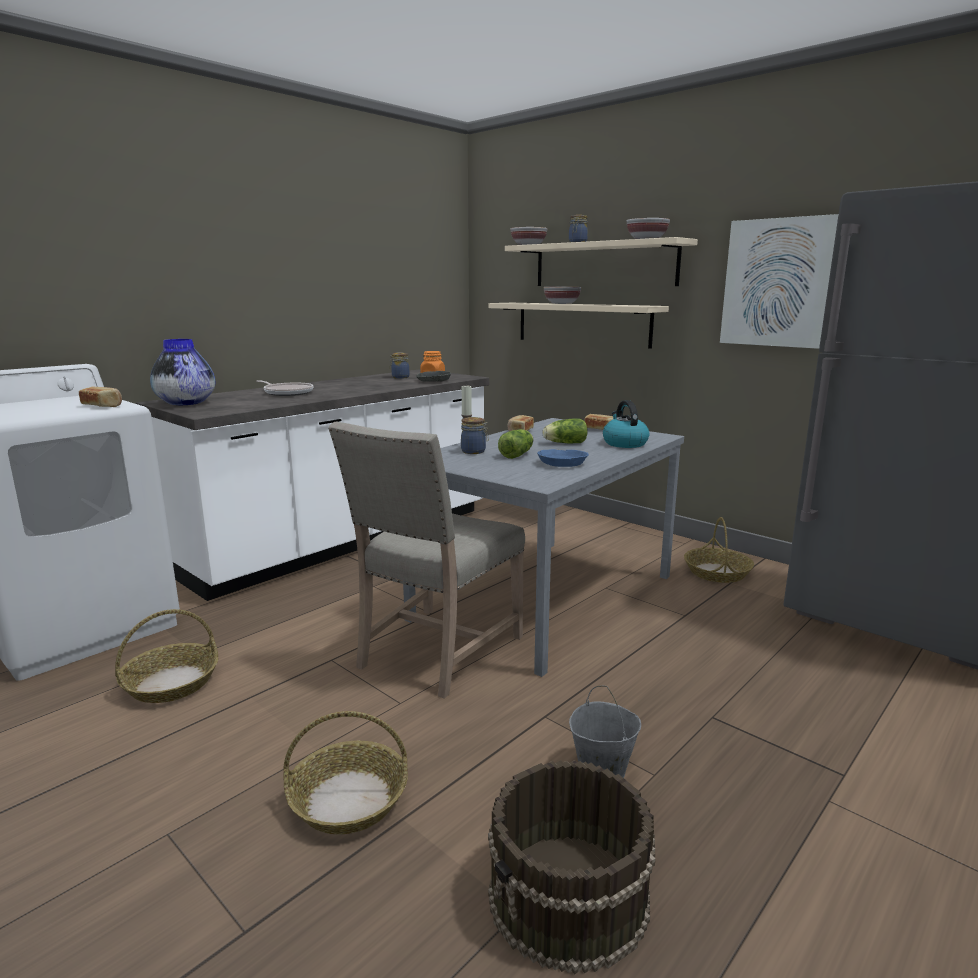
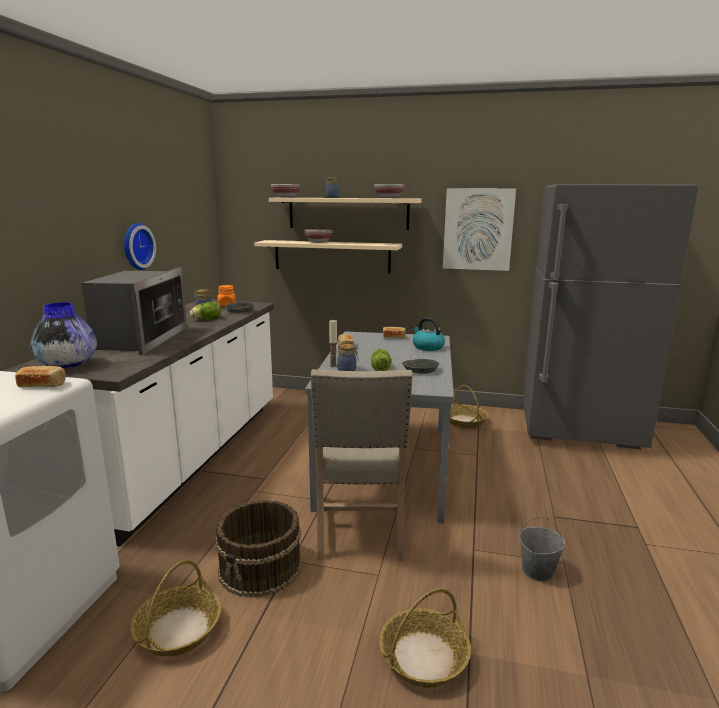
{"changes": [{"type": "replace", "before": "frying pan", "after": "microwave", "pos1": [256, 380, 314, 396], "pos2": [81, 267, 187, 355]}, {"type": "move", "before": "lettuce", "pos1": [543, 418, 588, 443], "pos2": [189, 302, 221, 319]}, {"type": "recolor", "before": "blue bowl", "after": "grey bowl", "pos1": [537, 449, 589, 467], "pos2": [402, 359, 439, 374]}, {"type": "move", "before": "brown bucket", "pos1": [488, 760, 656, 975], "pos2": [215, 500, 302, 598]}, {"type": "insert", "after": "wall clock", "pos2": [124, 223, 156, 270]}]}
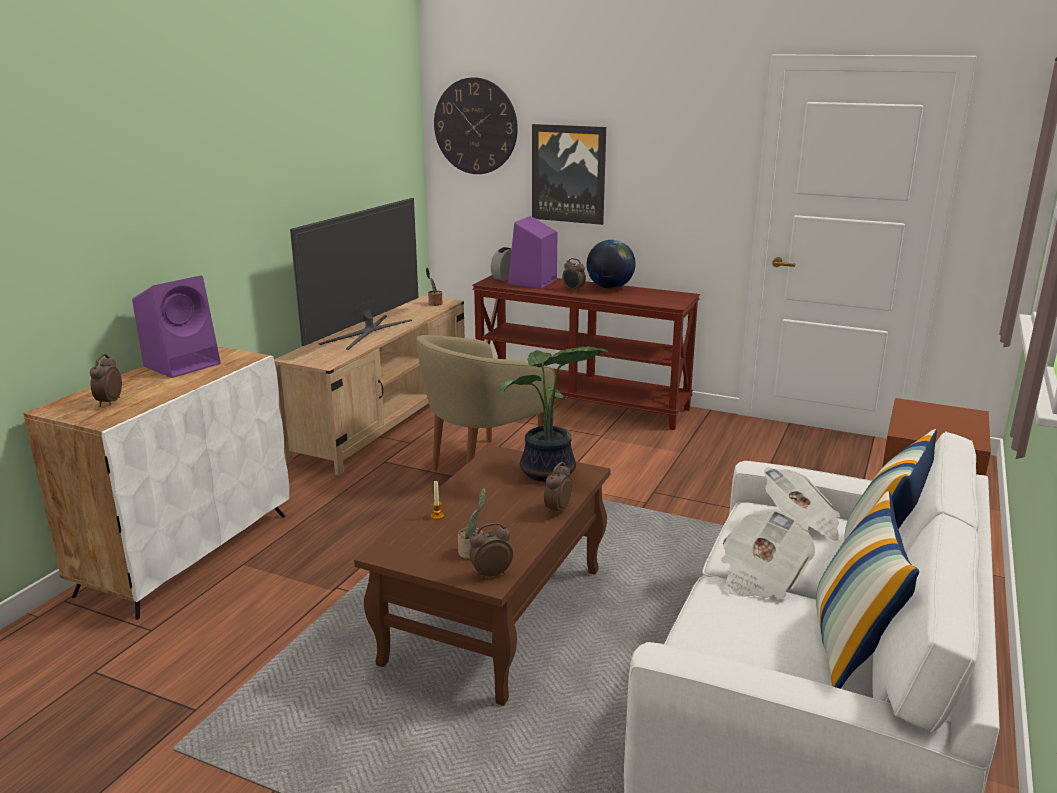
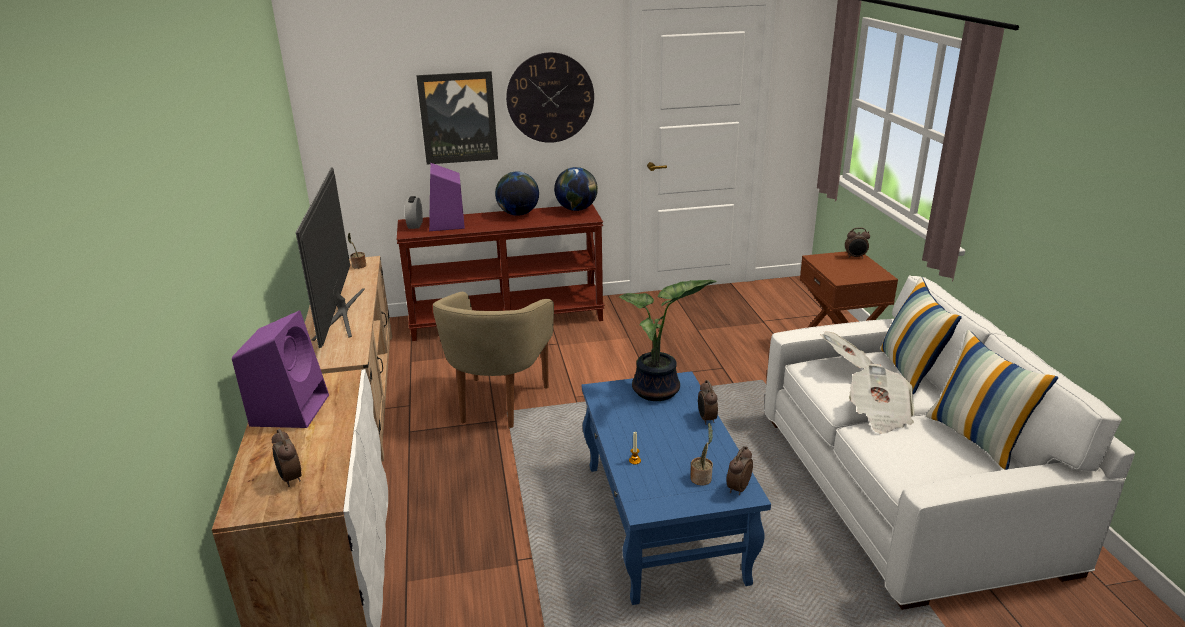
{"changes": [{"type": "move", "before": "wall clock", "pos1": [434, 77, 518, 174], "pos2": [506, 52, 594, 143]}, {"type": "move", "before": "alarm clock", "pos1": [562, 258, 586, 292], "pos2": [845, 228, 870, 258]}, {"type": "recolor", "before": "brown coffee table", "after": "blue coffee table", "pos1": [354, 445, 611, 706], "pos2": [582, 371, 771, 605]}, {"type": "insert", "after": "globe", "pos2": [554, 167, 598, 211]}]}
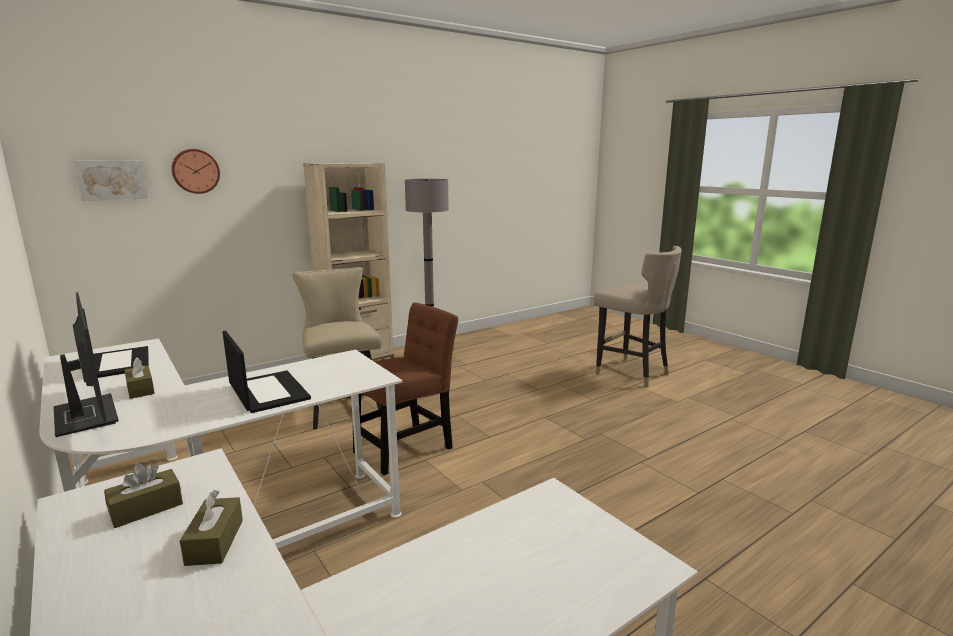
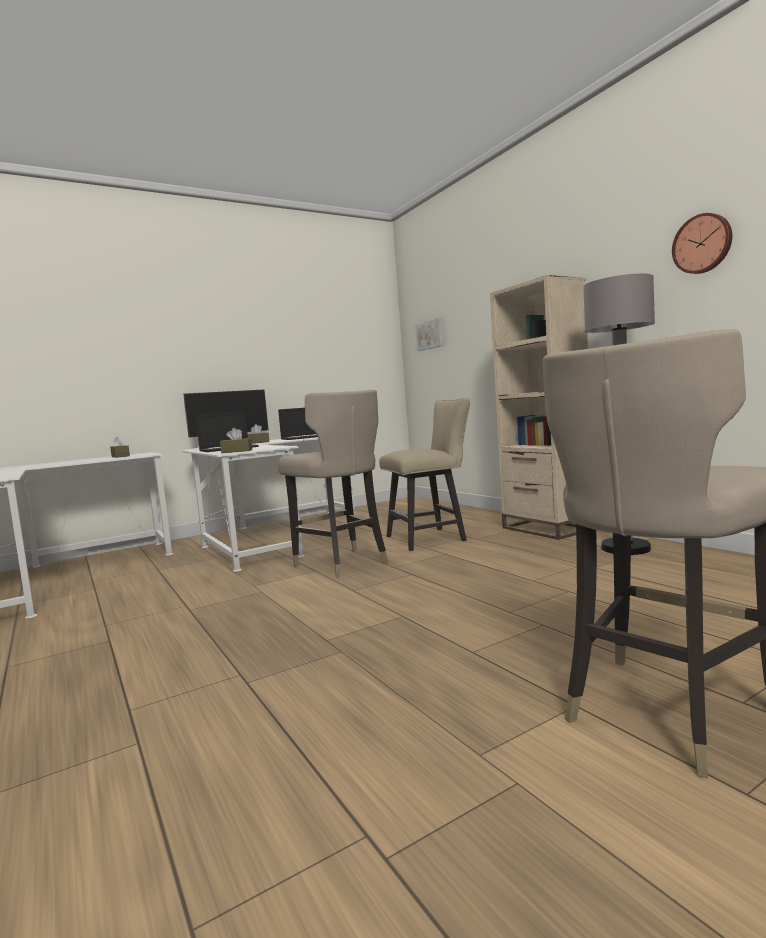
{"changes": [{"type": "move", "before": "wall clock", "pos1": [171, 149, 220, 194], "pos2": [672, 213, 732, 274]}, {"type": "replace", "before": "brown chair", "after": "beige stool", "pos1": [353, 302, 458, 475], "pos2": [278, 390, 389, 578]}, {"type": "move", "before": "brown tissue box", "pos1": [180, 490, 243, 566], "pos2": [220, 428, 252, 453]}]}
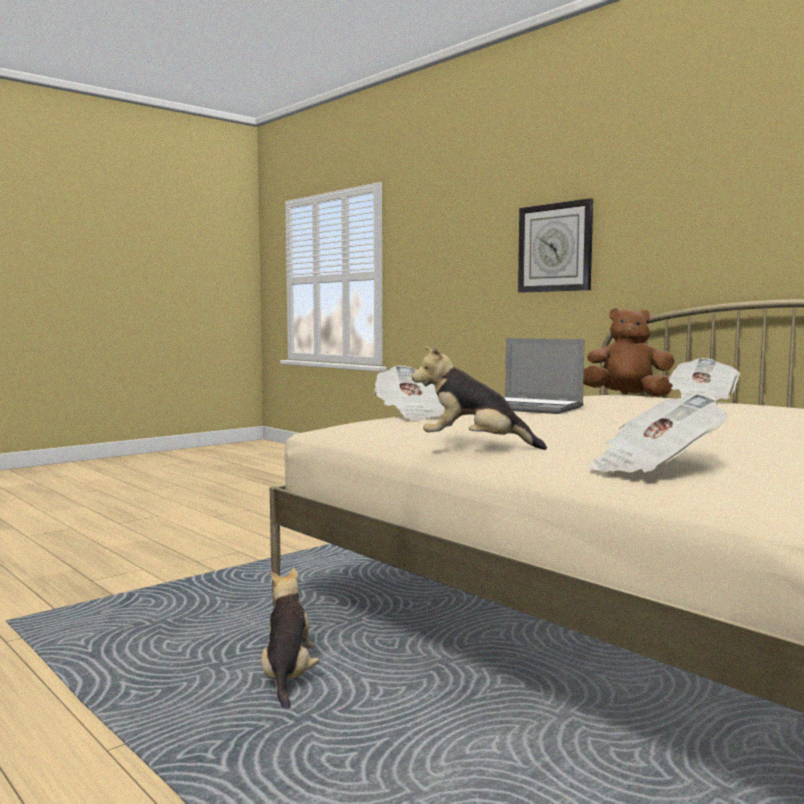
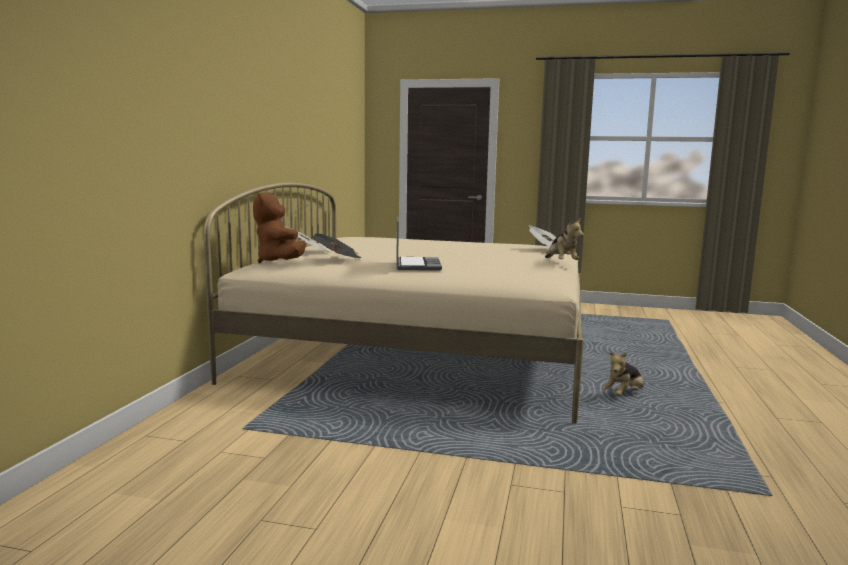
{"changes": [{"type": "delete", "before": "wall clock", "pos1": [518, 198, 593, 293]}, {"type": "move", "before": "newspaper", "pos1": [374, 366, 445, 420], "pos2": [311, 234, 362, 258]}]}
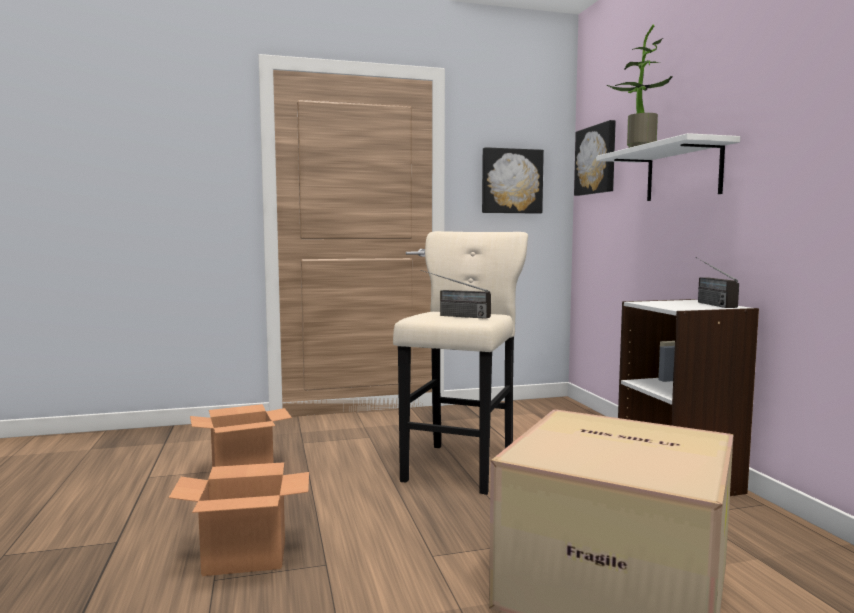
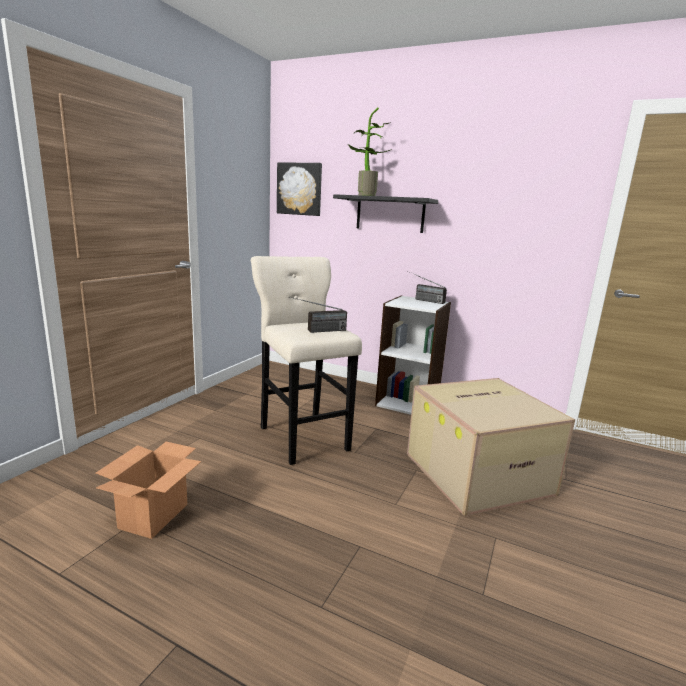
{"changes": [{"type": "recolor", "before": "white shelf", "after": "black shelf", "pos1": [596, 133, 740, 201], "pos2": [333, 194, 438, 233]}, {"type": "delete", "before": "picture", "pos1": [482, 147, 544, 214]}, {"type": "delete", "before": "cardboard box", "pos1": [169, 462, 309, 576]}]}
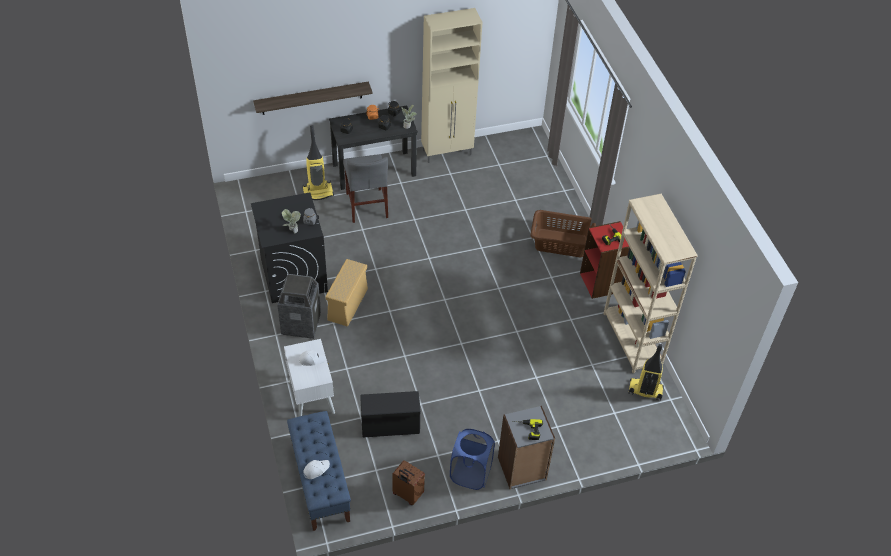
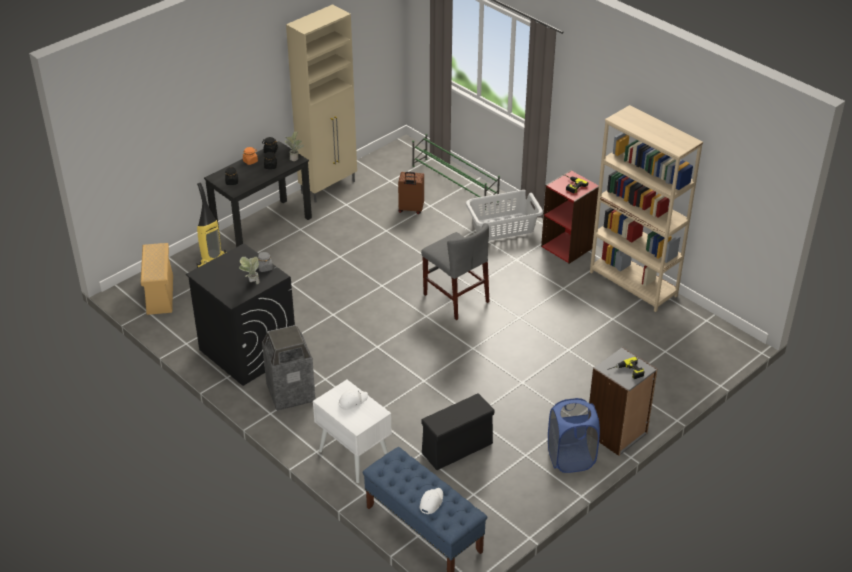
{"changes": [{"type": "delete", "before": "shelf", "pos1": [253, 81, 373, 115]}, {"type": "move", "before": "grey chair", "pos1": [343, 154, 388, 223], "pos2": [421, 223, 489, 320]}, {"type": "recolor", "before": "brown laundry basket", "after": "grey laundry basket", "pos1": [530, 210, 596, 257], "pos2": [466, 190, 543, 241]}, {"type": "move", "before": "beige storage box", "pos1": [325, 259, 368, 326], "pos2": [141, 243, 173, 315]}, {"type": "delete", "before": "vacuum cleaner", "pos1": [629, 344, 664, 401]}, {"type": "move", "before": "brown suitcase", "pos1": [392, 460, 425, 505], "pos2": [398, 172, 424, 214]}, {"type": "insert", "after": "green shoe rack", "pos2": [412, 134, 500, 210]}]}
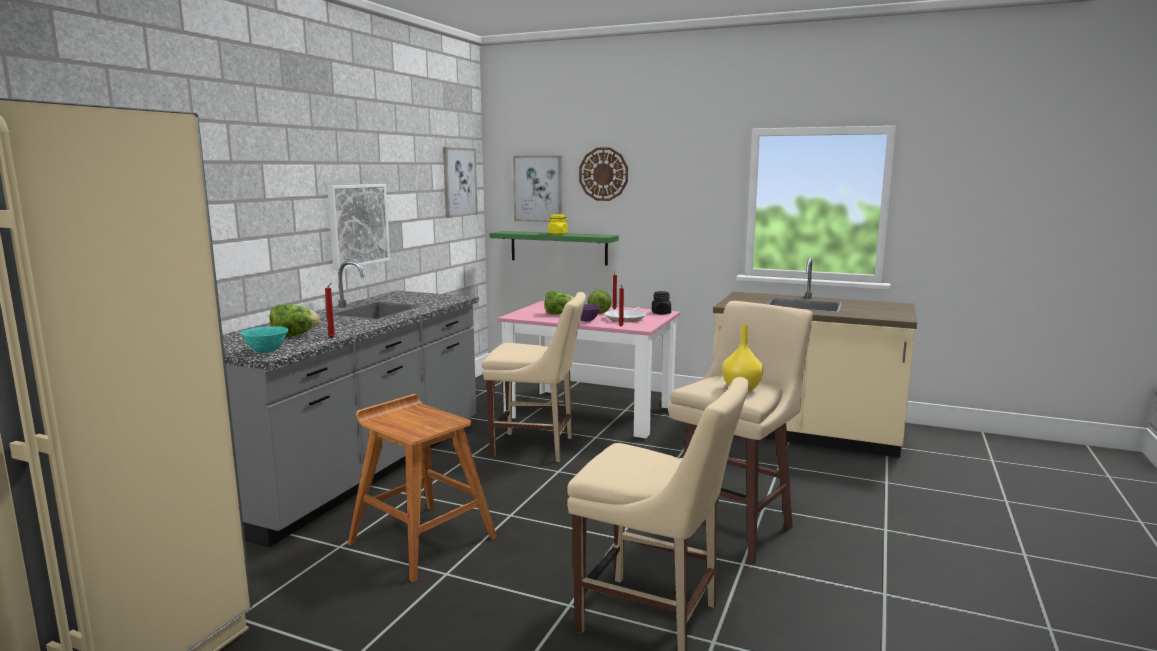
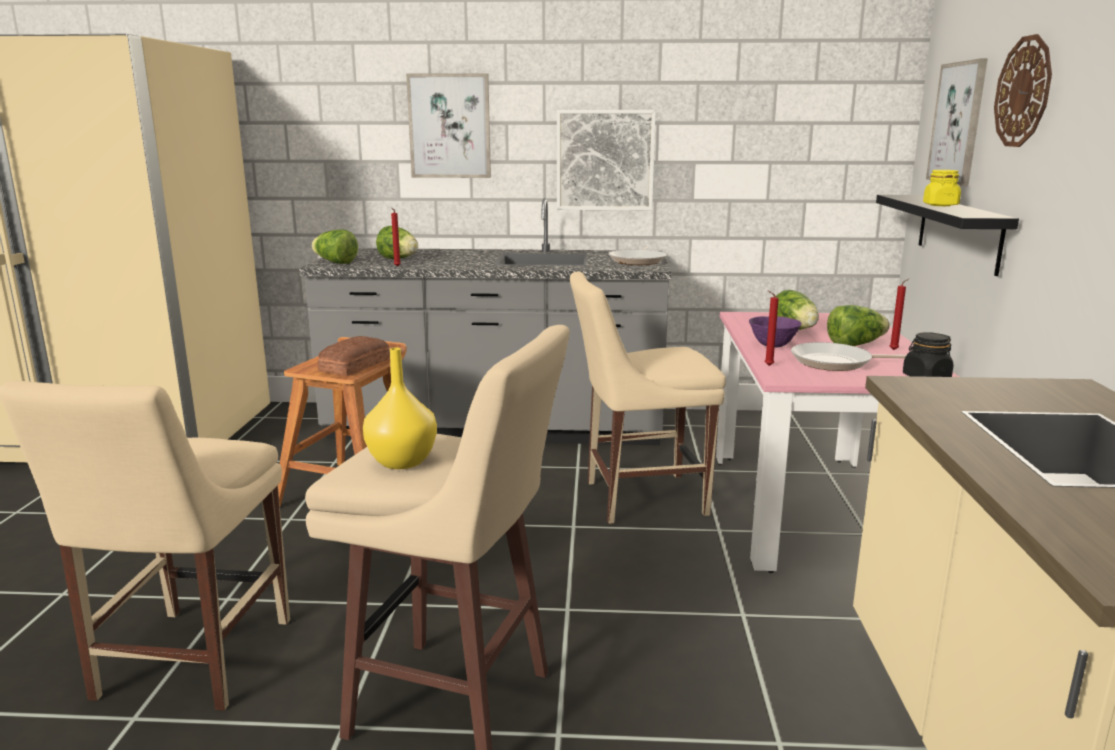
{"changes": [{"type": "move", "before": "picture", "pos1": [443, 147, 478, 218], "pos2": [406, 73, 491, 178]}, {"type": "recolor", "before": "green shelf", "after": "black shelf", "pos1": [490, 231, 619, 266], "pos2": [876, 195, 1019, 276]}, {"type": "rotate", "before": "beige chair", "pos1": [483, 292, 586, 462], "pos2": [570, 271, 726, 524], "turn": 90}, {"type": "replace", "before": "turquoise bowl", "after": "lettuce", "pos1": [241, 326, 288, 353], "pos2": [311, 229, 358, 264]}, {"type": "insert", "after": "frying pan", "pos2": [609, 246, 666, 265]}, {"type": "insert", "after": "bread", "pos2": [317, 336, 390, 376]}]}
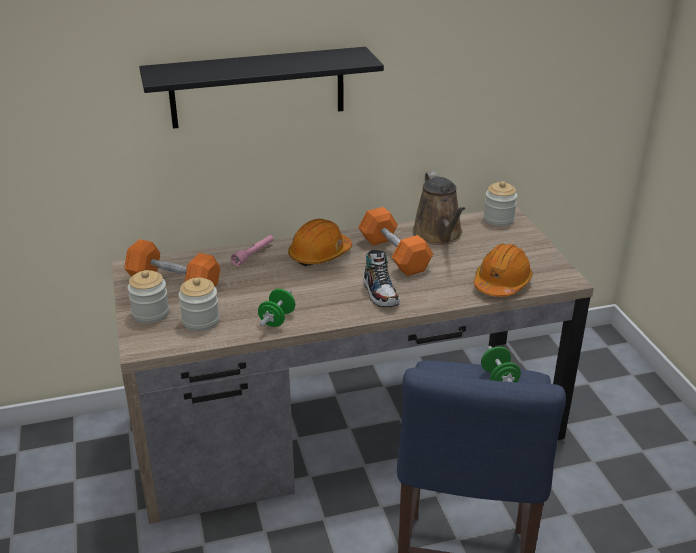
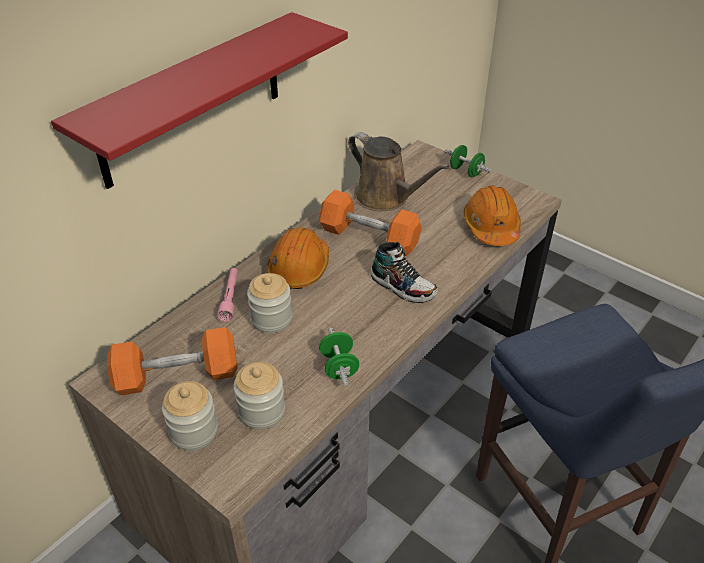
{"changes": [{"type": "recolor", "before": "black shelf", "after": "red shelf", "pos1": [139, 47, 384, 129], "pos2": [51, 12, 348, 189]}, {"type": "move", "before": "jar", "pos1": [483, 181, 517, 226], "pos2": [247, 273, 292, 333]}, {"type": "move", "before": "green dumbbell", "pos1": [481, 346, 521, 382], "pos2": [445, 145, 492, 177]}]}
